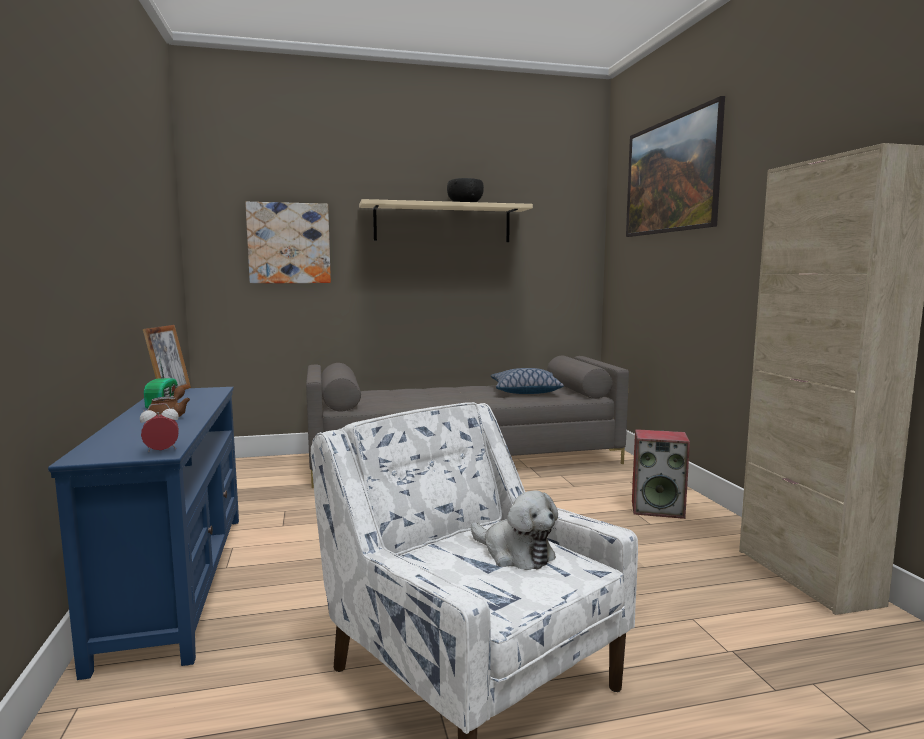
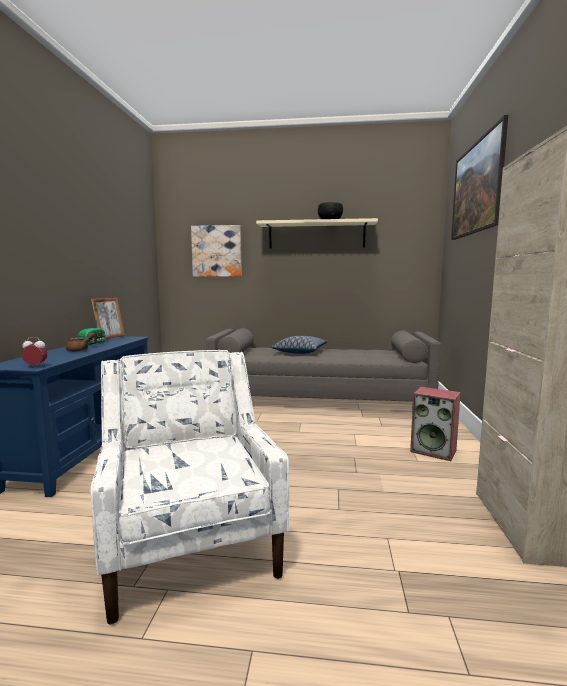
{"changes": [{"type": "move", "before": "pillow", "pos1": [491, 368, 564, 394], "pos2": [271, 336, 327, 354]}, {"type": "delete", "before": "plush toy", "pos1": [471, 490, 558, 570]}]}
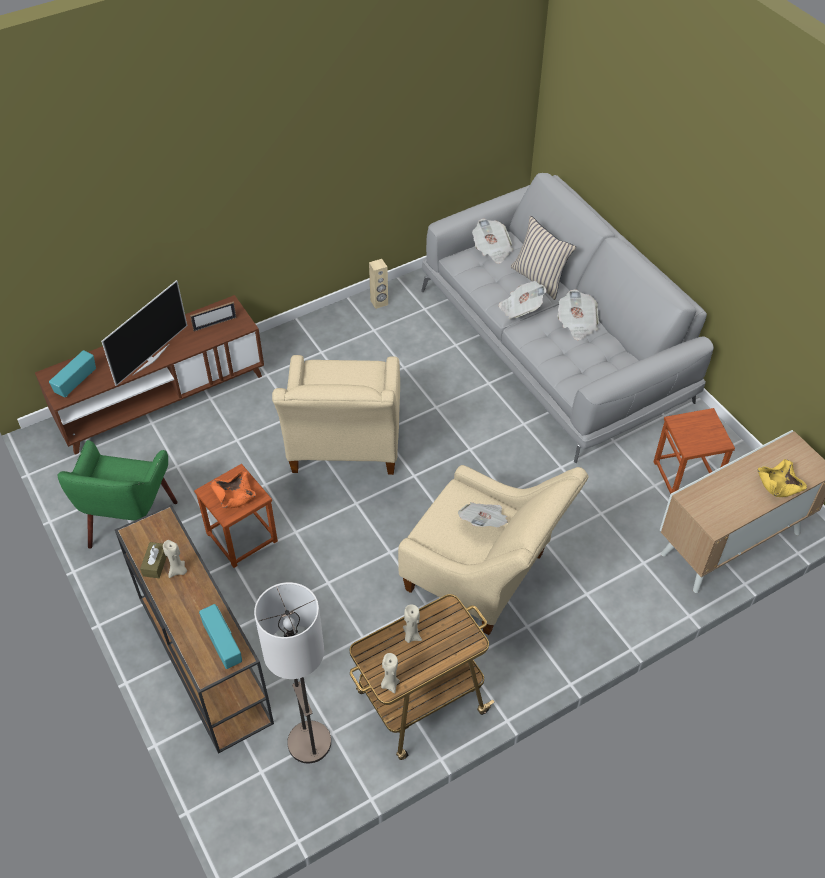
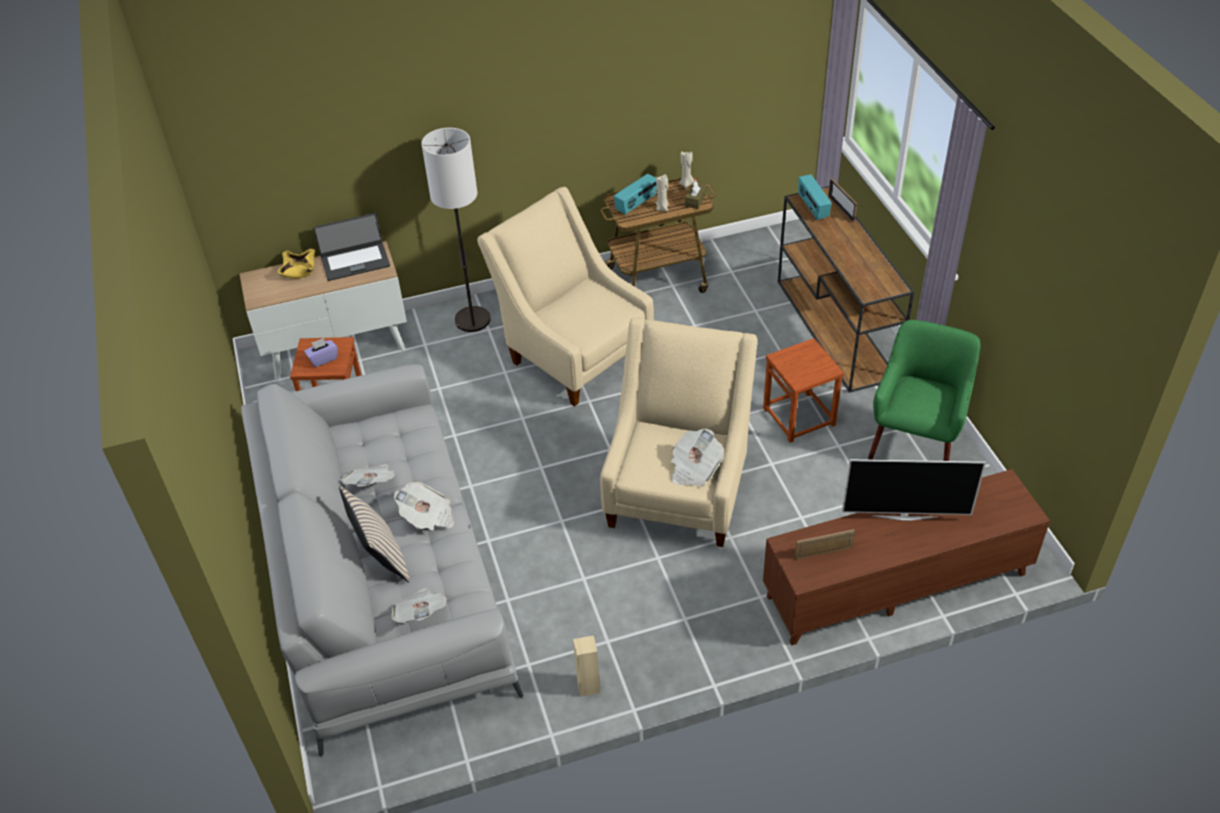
{"changes": [{"type": "rotate", "before": "television", "pos1": [101, 280, 187, 386], "pos2": [842, 459, 986, 521], "turn": -135}, {"type": "move", "before": "radio", "pos1": [49, 350, 96, 397], "pos2": [614, 174, 657, 215]}, {"type": "delete", "before": "orange bowl", "pos1": [210, 471, 256, 508]}, {"type": "move", "before": "newspaper", "pos1": [458, 502, 508, 527], "pos2": [671, 429, 724, 487]}, {"type": "delete", "before": "beige candle", "pos1": [163, 540, 187, 578]}, {"type": "move", "before": "brown tissue box", "pos1": [140, 542, 167, 578], "pos2": [685, 181, 707, 209]}, {"type": "move", "before": "floor lamp", "pos1": [254, 582, 331, 763], "pos2": [421, 128, 491, 332]}, {"type": "insert", "after": "picture frame", "pos2": [828, 178, 857, 222]}, {"type": "insert", "after": "laptop", "pos2": [313, 213, 390, 281]}, {"type": "insert", "after": "purple tissue box", "pos2": [304, 338, 338, 367]}]}
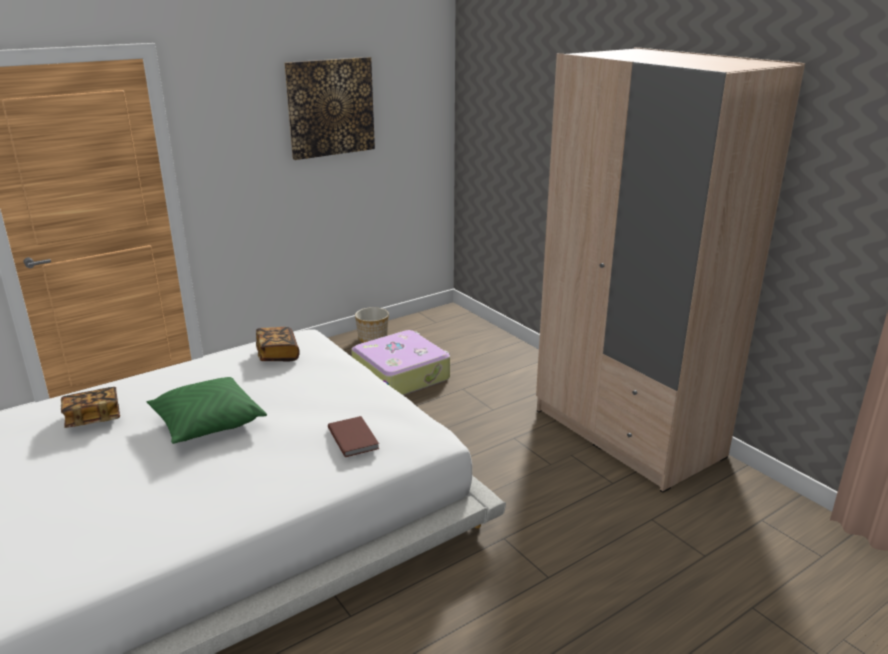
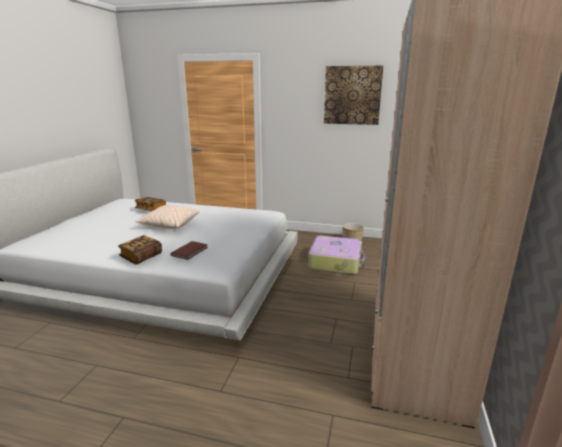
{"changes": [{"type": "move", "before": "book", "pos1": [256, 327, 300, 362], "pos2": [118, 235, 162, 265]}, {"type": "recolor", "before": "green pillow", "after": "beige pillow", "pos1": [146, 377, 267, 444], "pos2": [135, 205, 199, 229]}]}
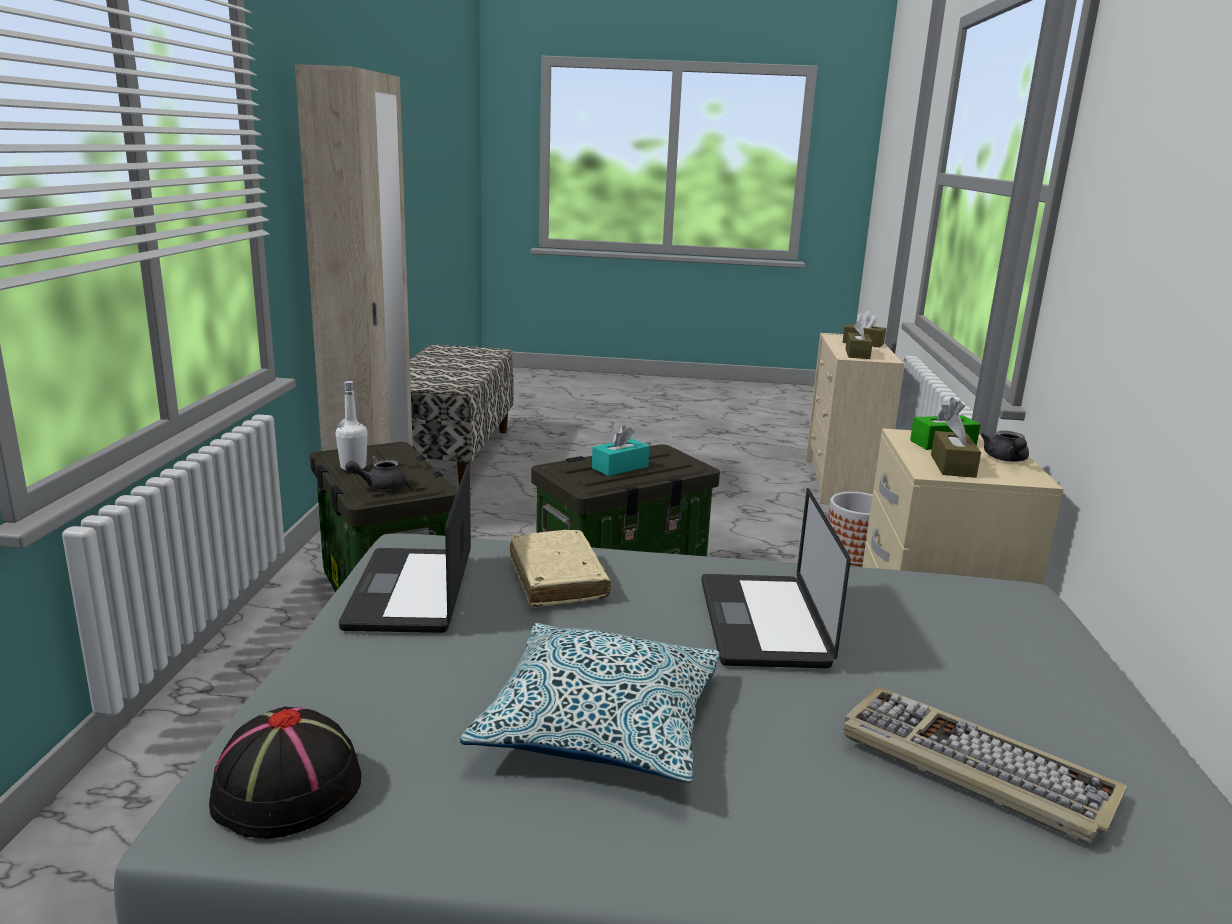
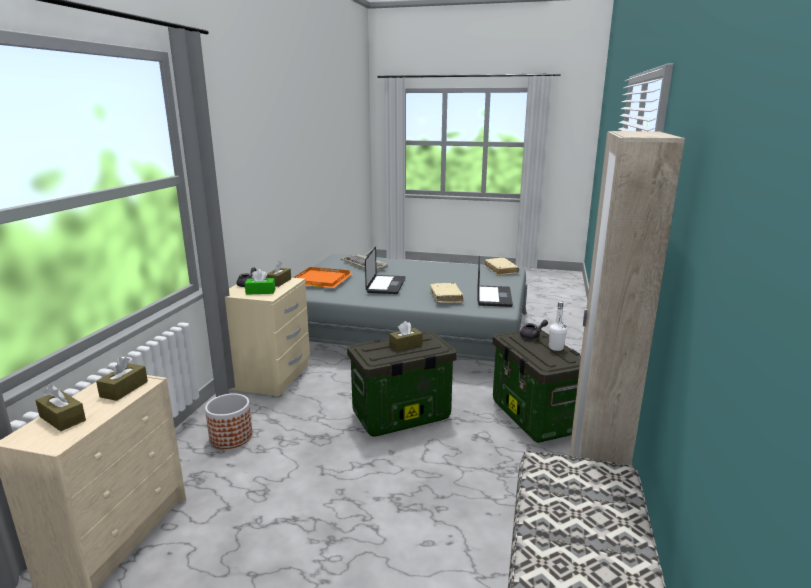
{"changes": [{"type": "recolor", "before": "turquoise tissue box", "after": "brown tissue box", "pos1": [592, 425, 649, 476], "pos2": [389, 321, 423, 351]}, {"type": "delete", "before": "pillow", "pos1": [460, 623, 720, 783]}, {"type": "replace", "before": "black hat", "after": "beige book", "pos1": [209, 707, 361, 839], "pos2": [485, 258, 519, 275]}, {"type": "insert", "after": "orange tray", "pos2": [293, 267, 353, 288]}]}
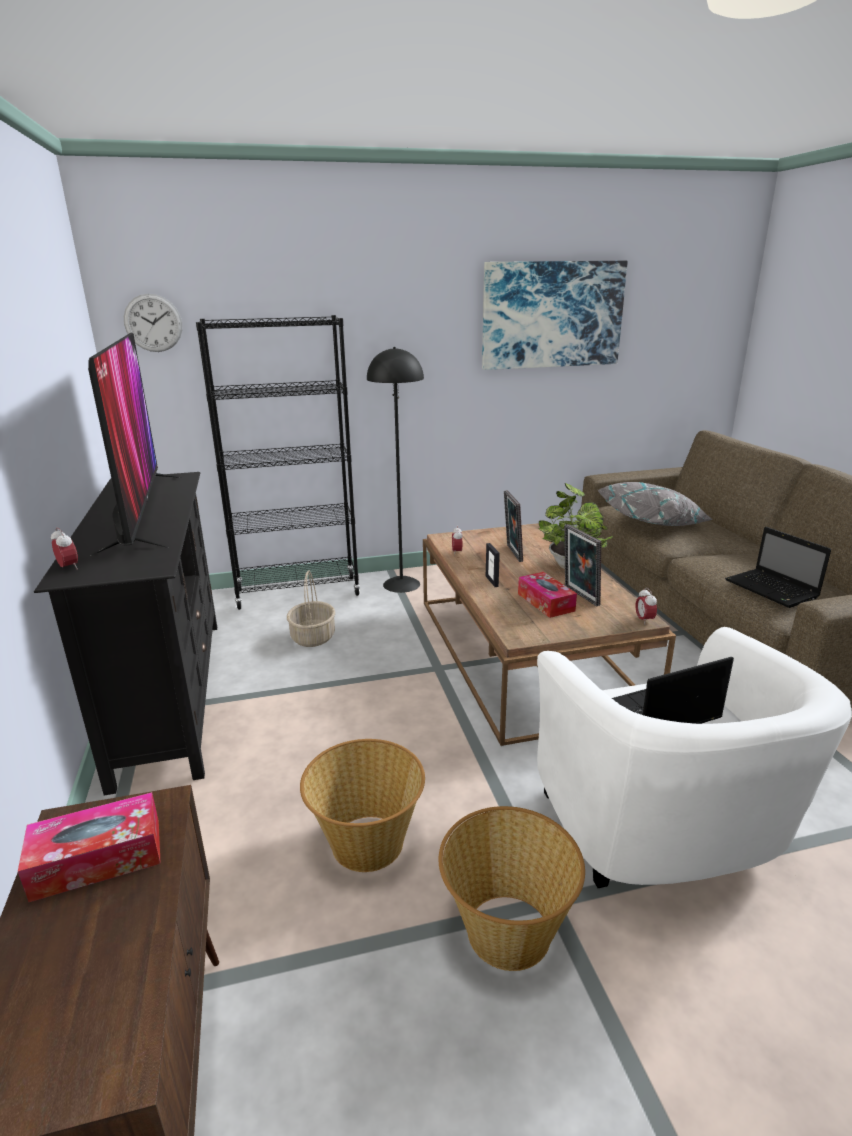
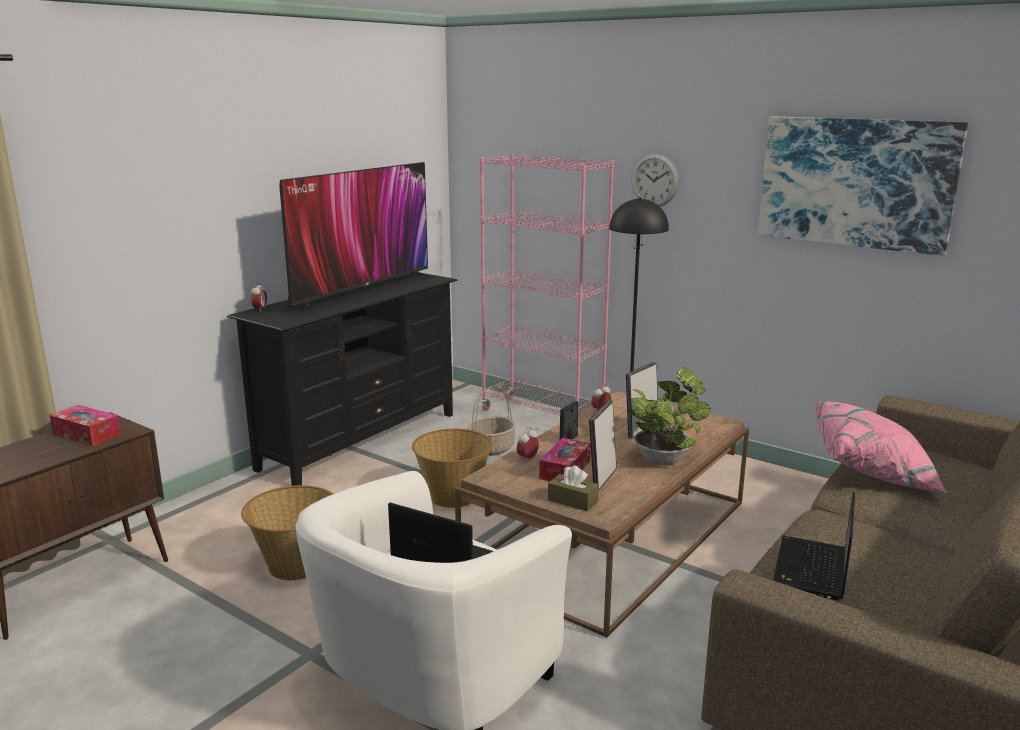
{"changes": [{"type": "move", "before": "wall clock", "pos1": [124, 294, 182, 352], "pos2": [631, 154, 679, 207]}, {"type": "recolor", "before": "black bookcase", "after": "pink bookcase", "pos1": [196, 315, 361, 610], "pos2": [479, 154, 614, 415]}, {"type": "recolor", "before": "grey pillow", "after": "pink pillow", "pos1": [598, 482, 713, 526], "pos2": [815, 401, 947, 493]}, {"type": "move", "before": "alarm clock", "pos1": [635, 588, 657, 625], "pos2": [517, 428, 539, 461]}, {"type": "move", "before": "basket", "pos1": [439, 806, 585, 971], "pos2": [412, 429, 493, 508]}, {"type": "insert", "after": "brown tissue box", "pos2": [548, 465, 599, 511]}]}
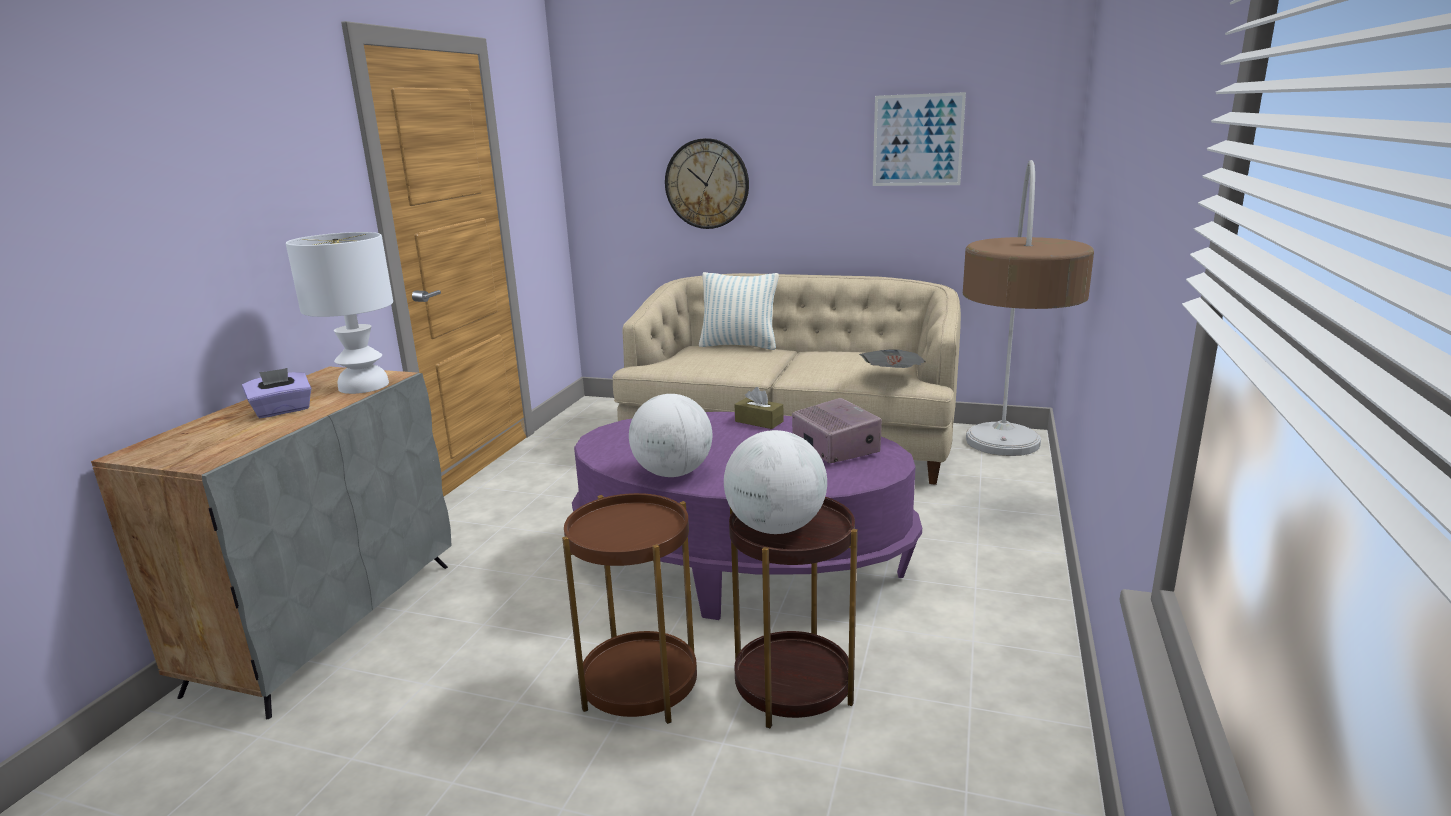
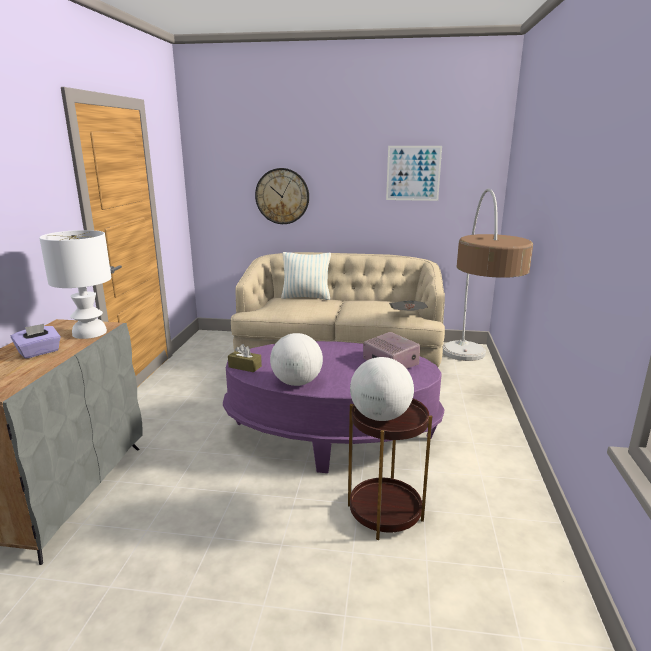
{"changes": [{"type": "move", "before": "brown tissue box", "pos1": [735, 387, 784, 429], "pos2": [228, 344, 262, 372]}, {"type": "delete", "before": "brown side table", "pos1": [562, 493, 697, 724]}]}
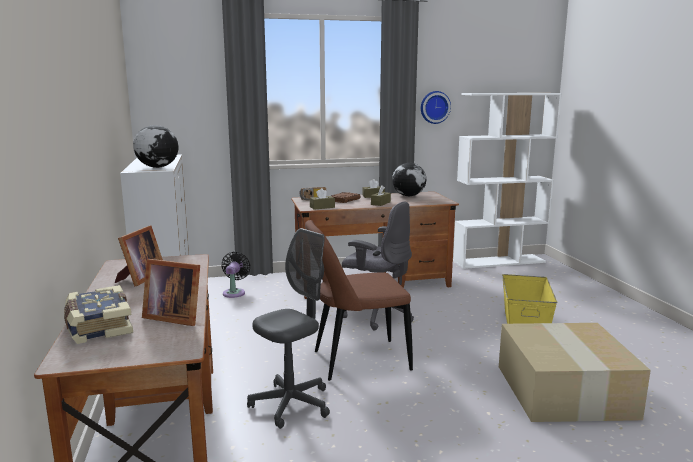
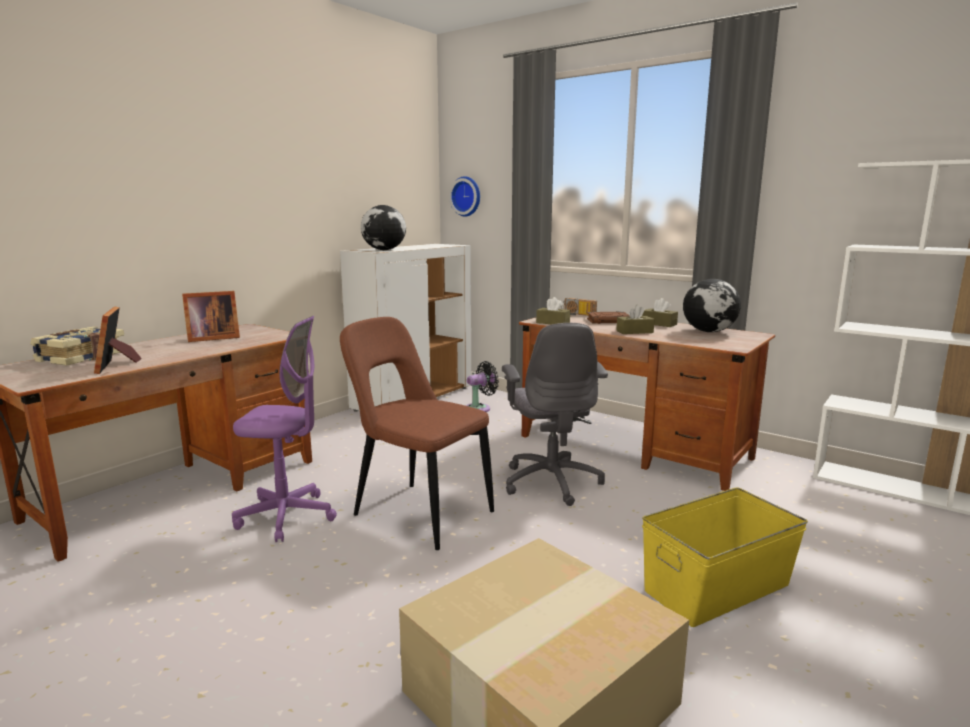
{"changes": [{"type": "move", "before": "wall clock", "pos1": [421, 91, 451, 124], "pos2": [449, 176, 480, 217]}, {"type": "recolor", "before": "grey office chair", "after": "purple office chair", "pos1": [247, 228, 330, 429], "pos2": [232, 316, 337, 542]}]}
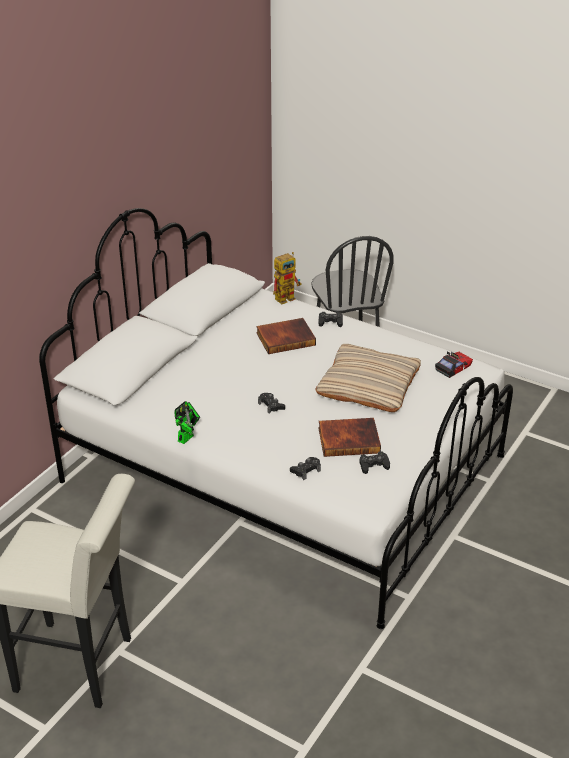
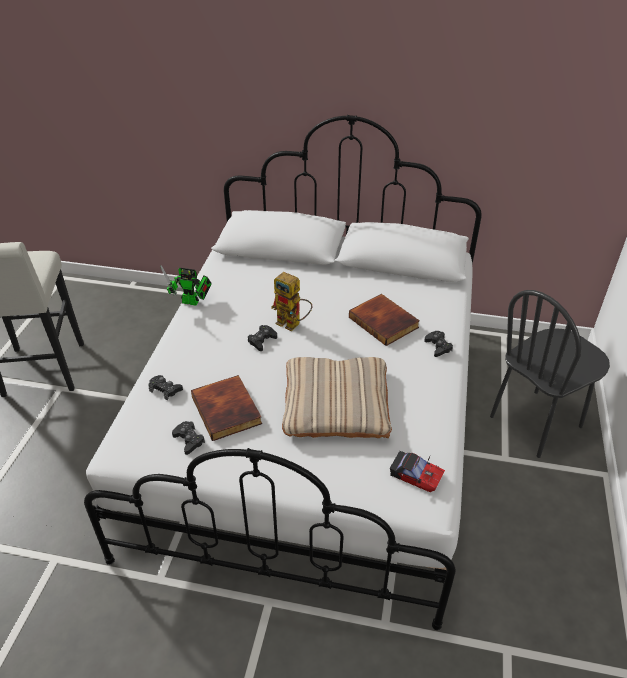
{"changes": [{"type": "move", "before": "toy robot", "pos1": [273, 252, 302, 304], "pos2": [271, 272, 312, 331]}]}
